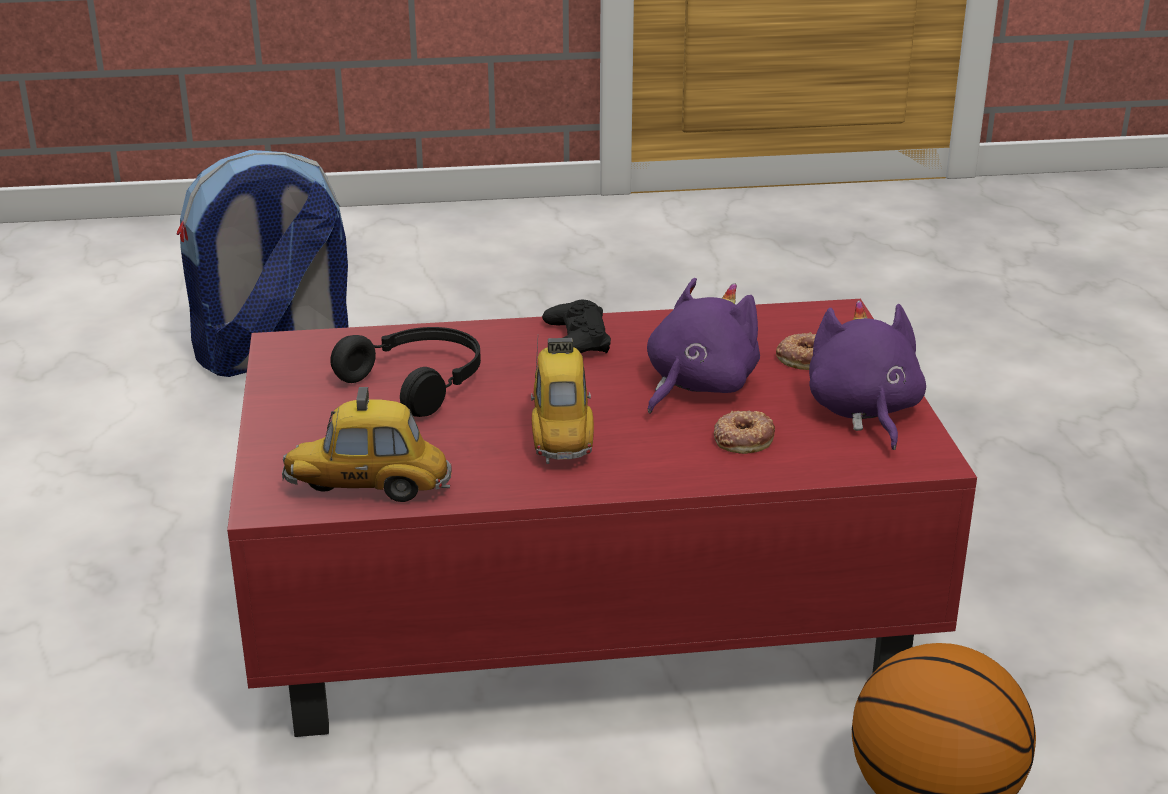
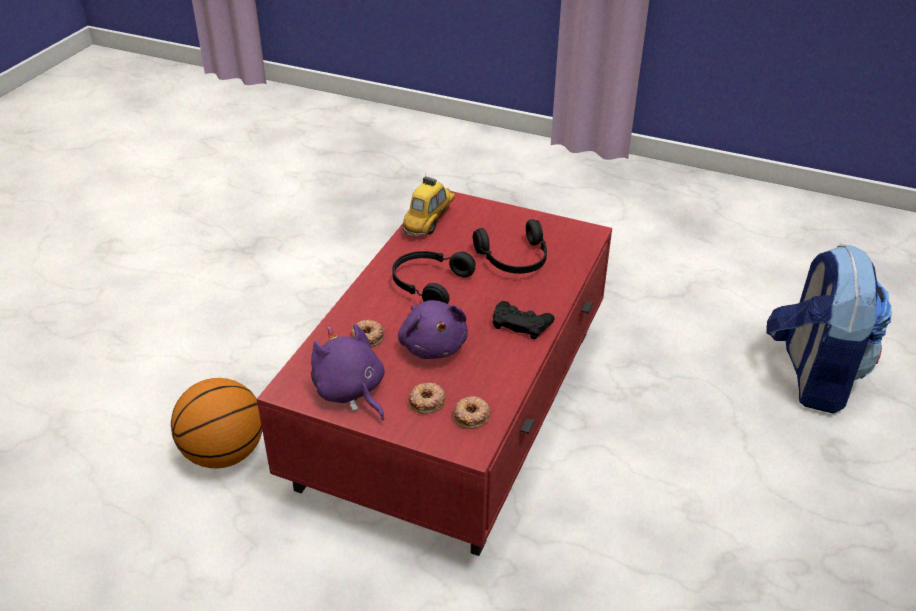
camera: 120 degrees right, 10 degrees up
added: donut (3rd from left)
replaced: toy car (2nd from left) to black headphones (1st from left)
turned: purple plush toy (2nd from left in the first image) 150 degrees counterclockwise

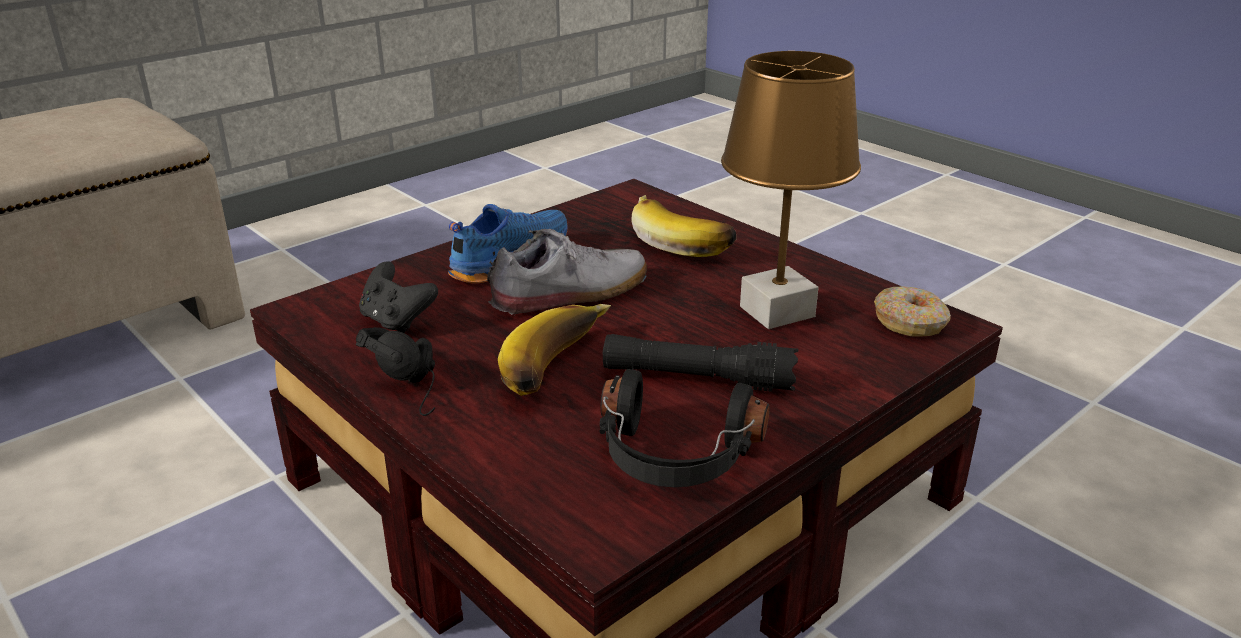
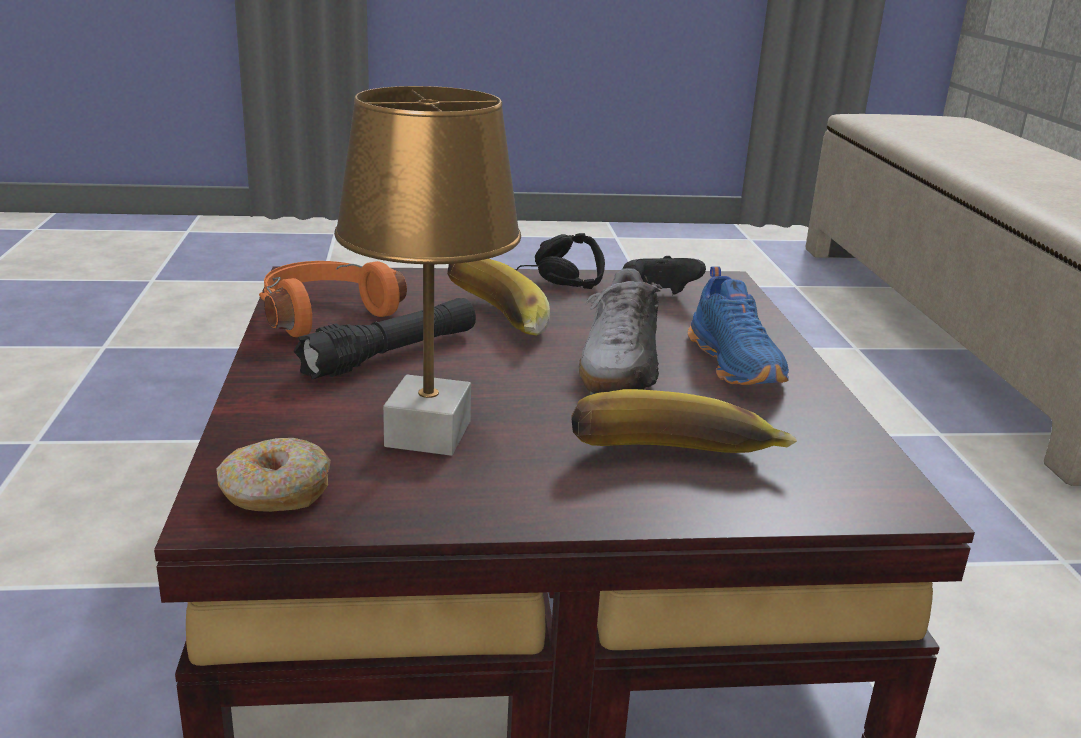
camera: 125 degrees right, 5 degrees down
recoloured: black headphones (2nd from left) to orange headphones

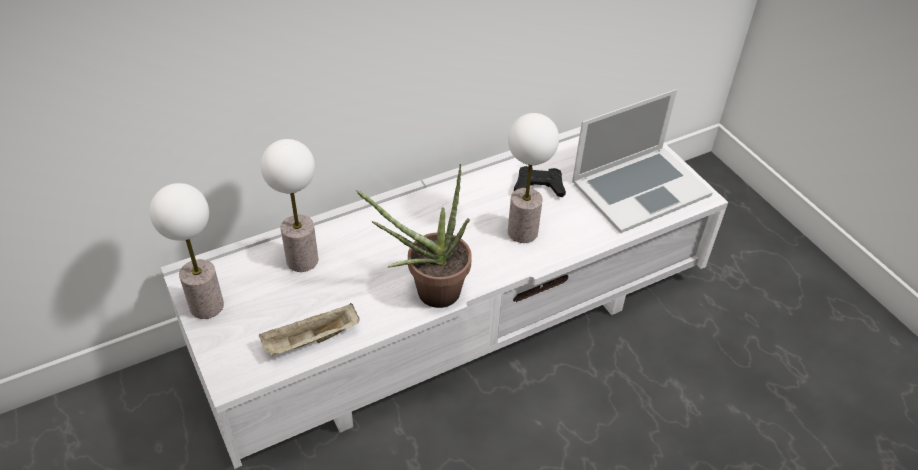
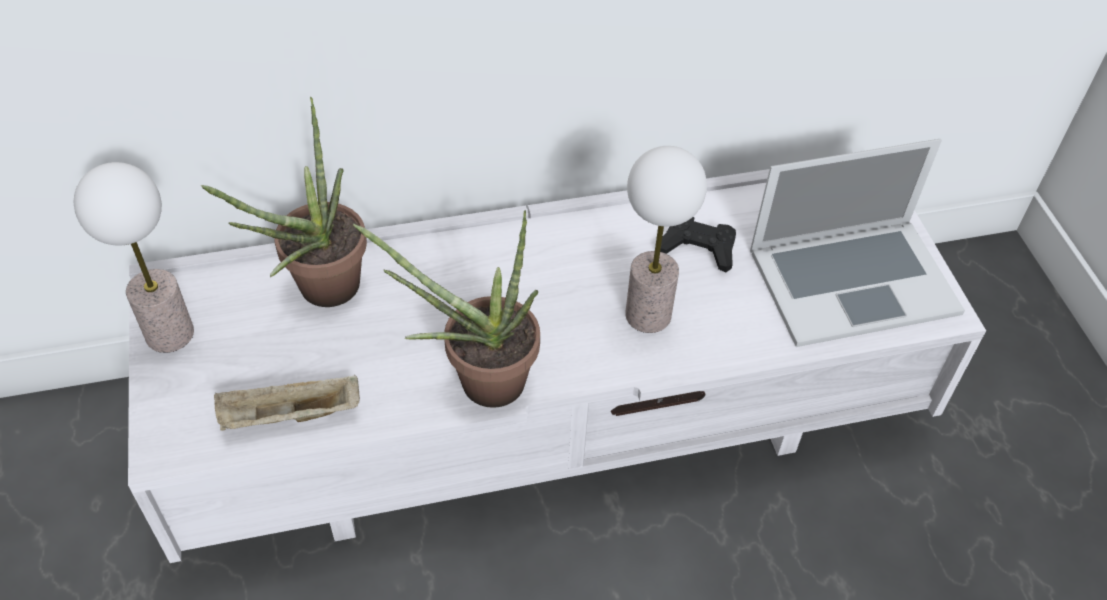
camera: 15 degrees right, 5 degrees up
replaced: table lamp (2nd from left) to potted plant (1st from left)

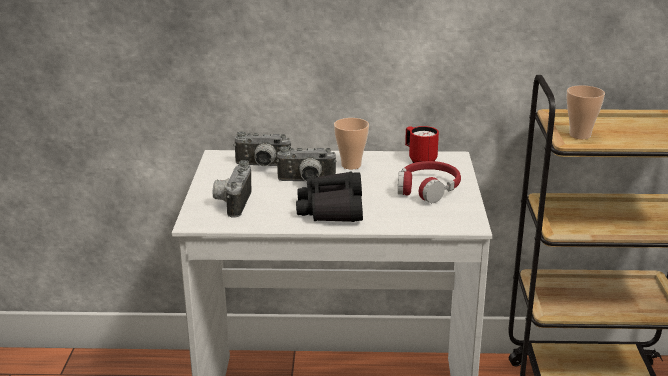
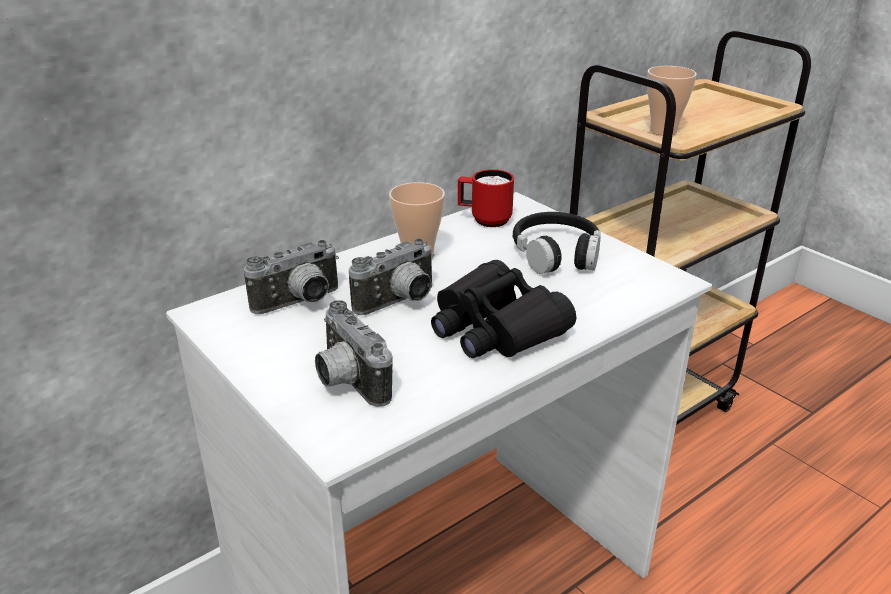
camera: 40 degrees left, 5 degrees up
recoloured: red headphones to black headphones

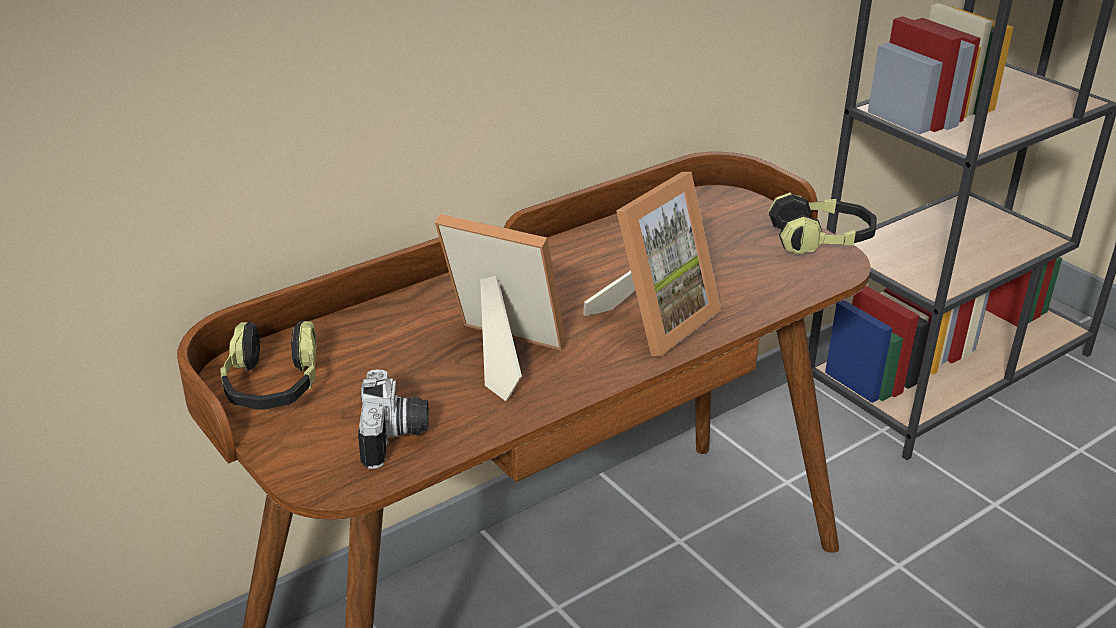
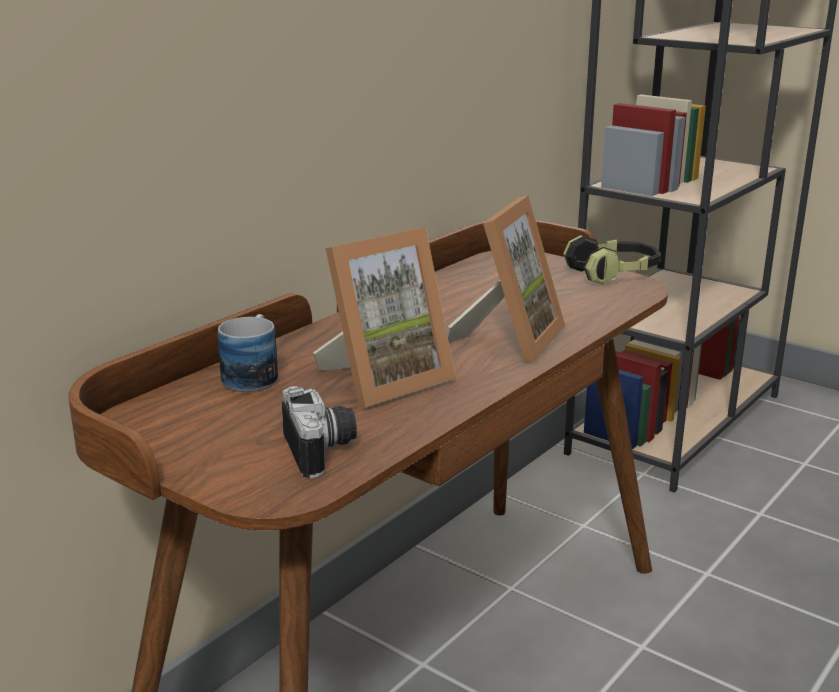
camera: 15 degrees left, 10 degrees down
removed: headphones (1st from left)
added: mug
turned: picture frame (1st from left) 135 degrees clockwise

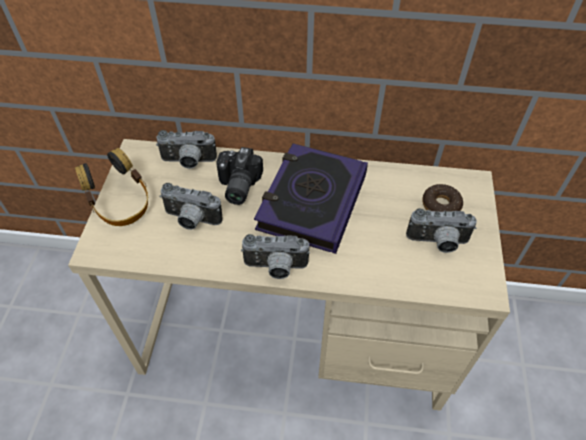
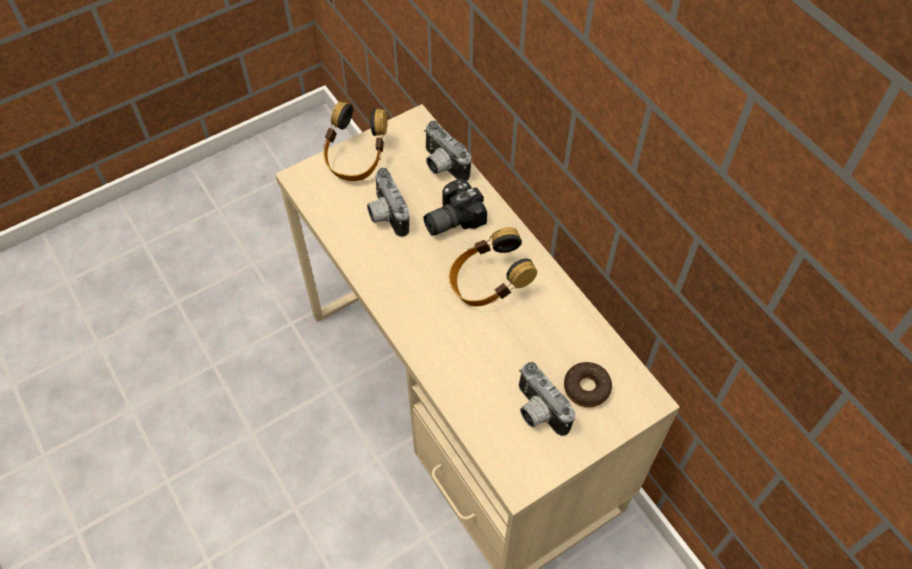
camera: 50 degrees right, 5 degrees up
removed: photo camera (4th from left)
replaced: book to headphones (2nd from left)

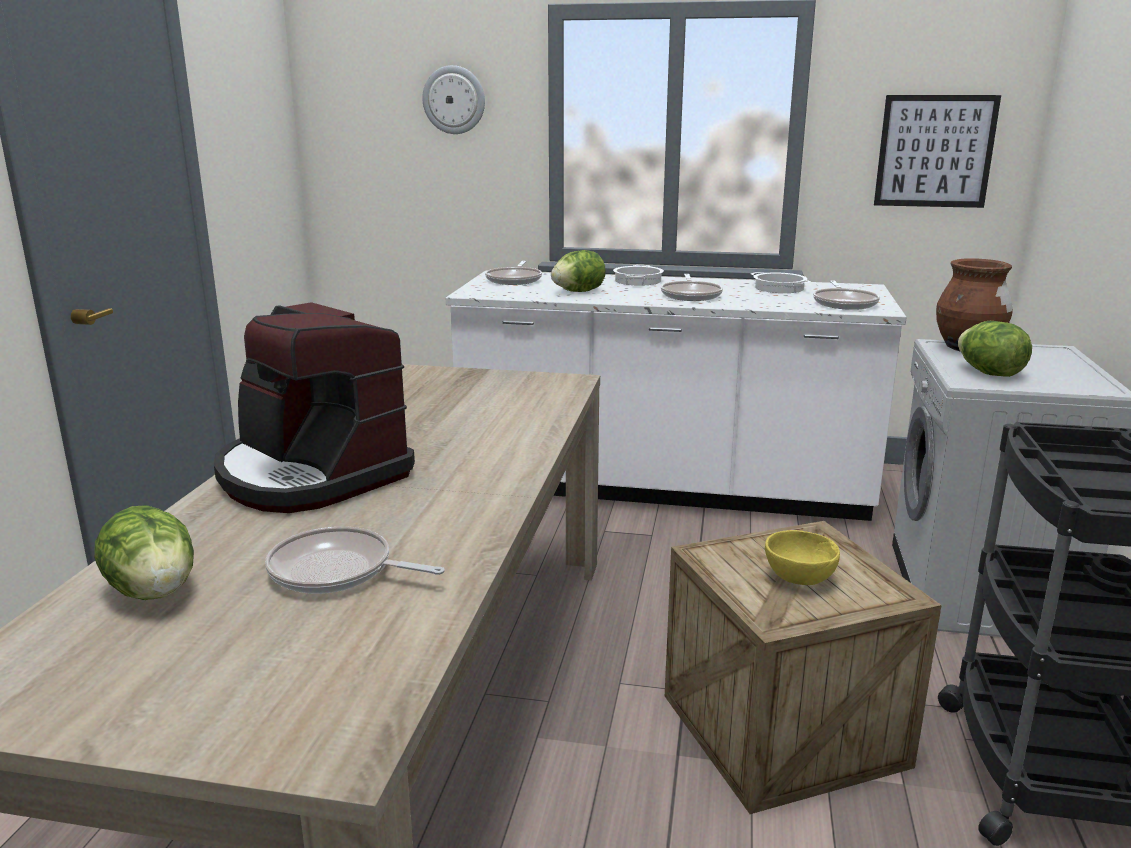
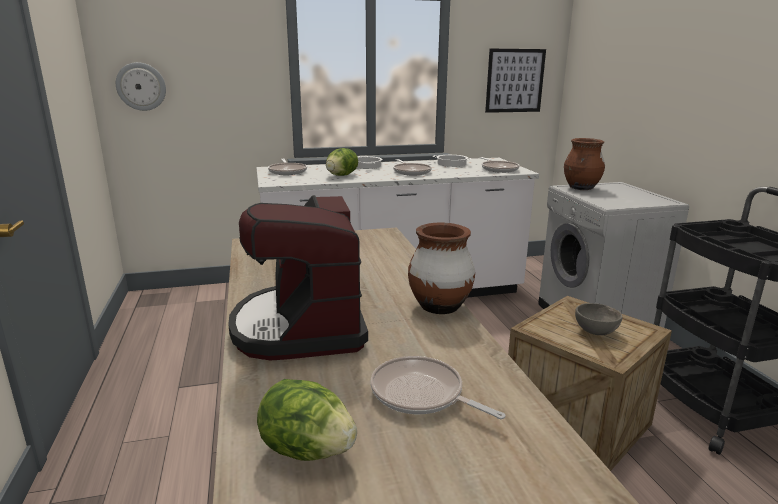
camera: 25 degrees left, 0 degrees up
removed: lettuce (3rd from left)
added: brown vase (1st from left)
moved: wall clock
recoloured: yellow bowl to grey bowl
turned: coffee machine 60 degrees clockwise; frying pan (1st from left in the first image) 45 degrees clockwise

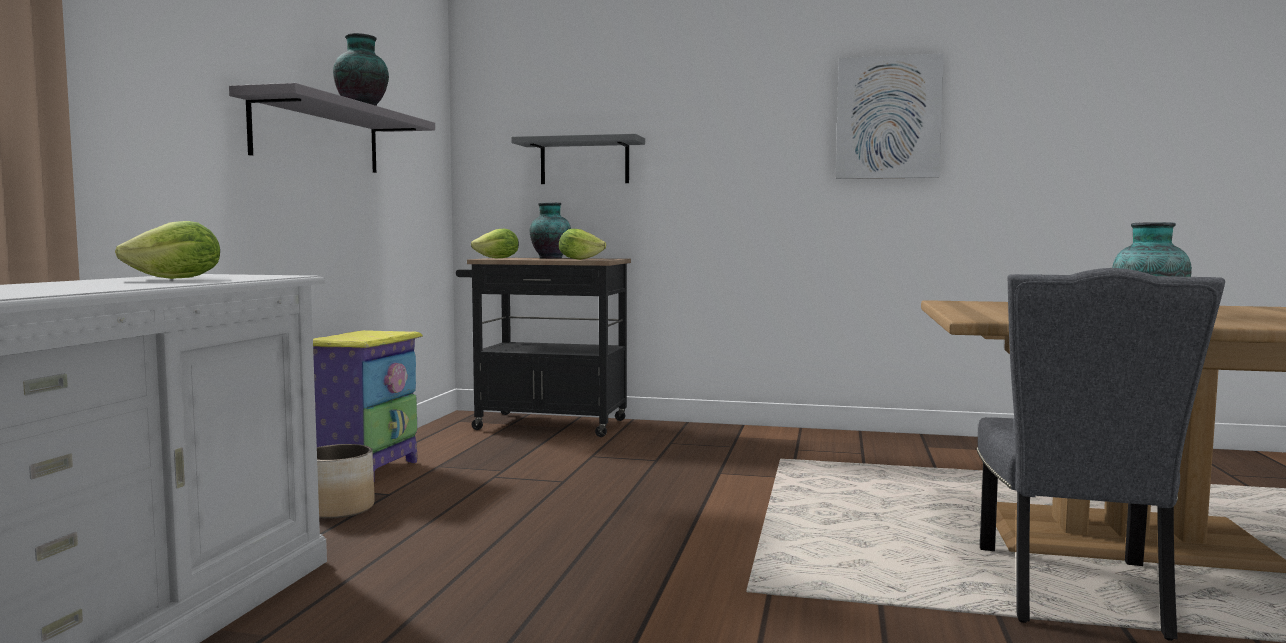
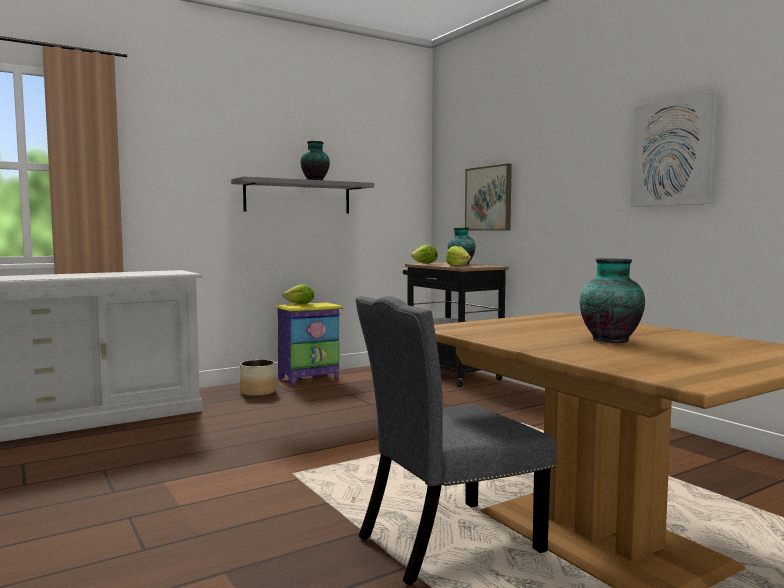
camera: 45 degrees right, 0 degrees up
moved: lettuce (1st from left)
replaced: grey shelf (2nd from left) to picture (1st from left)

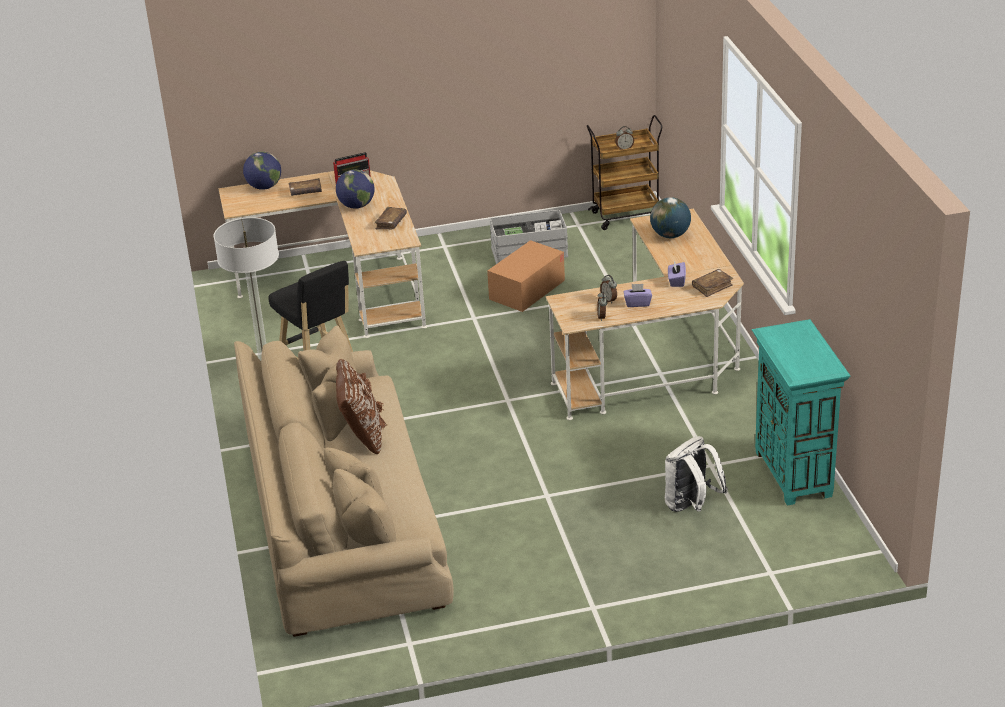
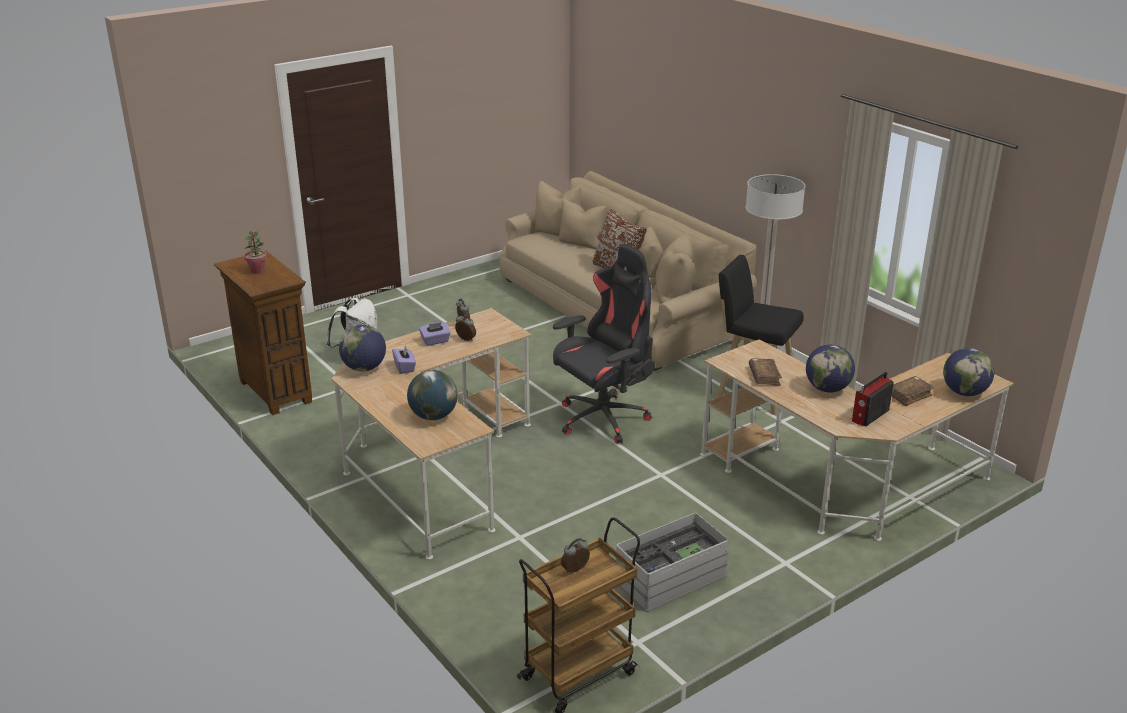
camera: 155 degrees right, 5 degrees down
removed: cardboard box
added: potted plant; black office chair
replaced: brown book (3rd from left) to globe (1st from left)
recoloured: turquoise cabinet to brown cabinet

